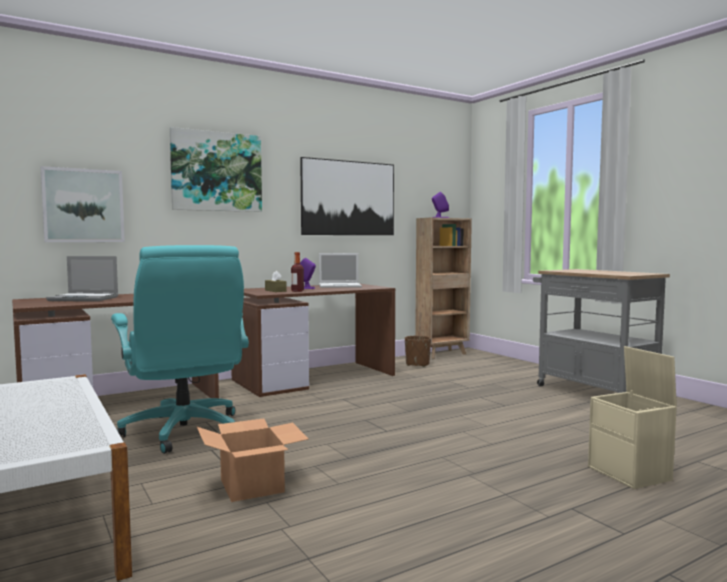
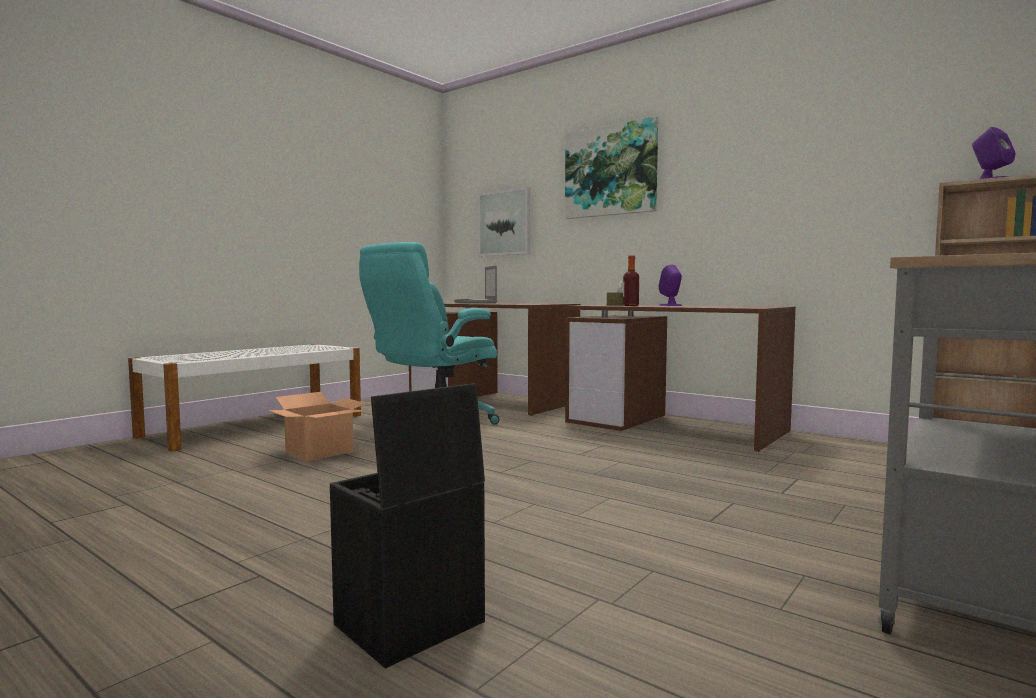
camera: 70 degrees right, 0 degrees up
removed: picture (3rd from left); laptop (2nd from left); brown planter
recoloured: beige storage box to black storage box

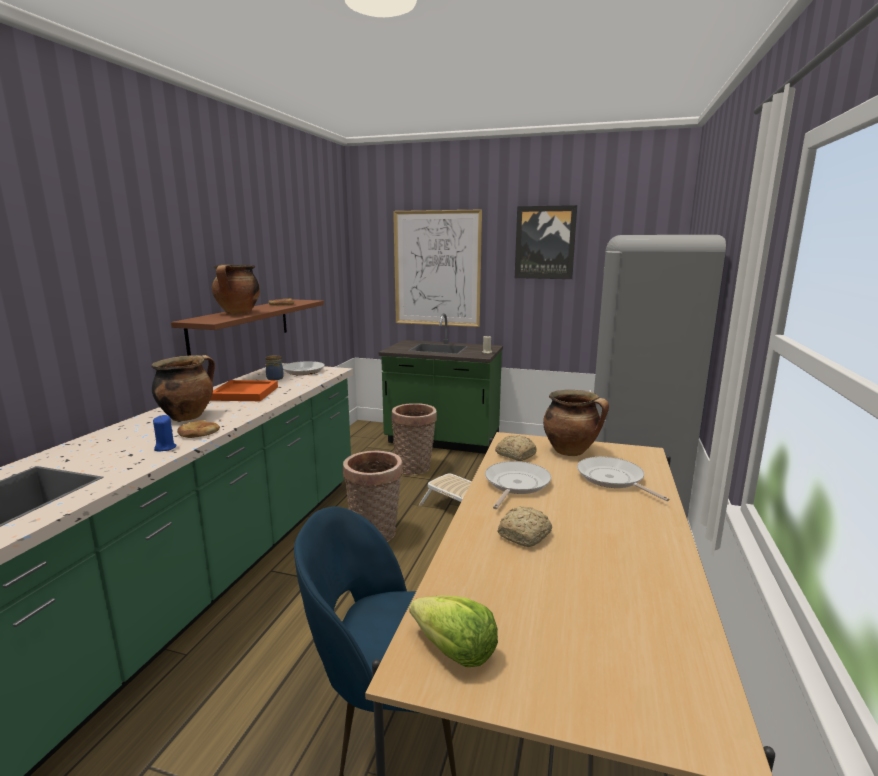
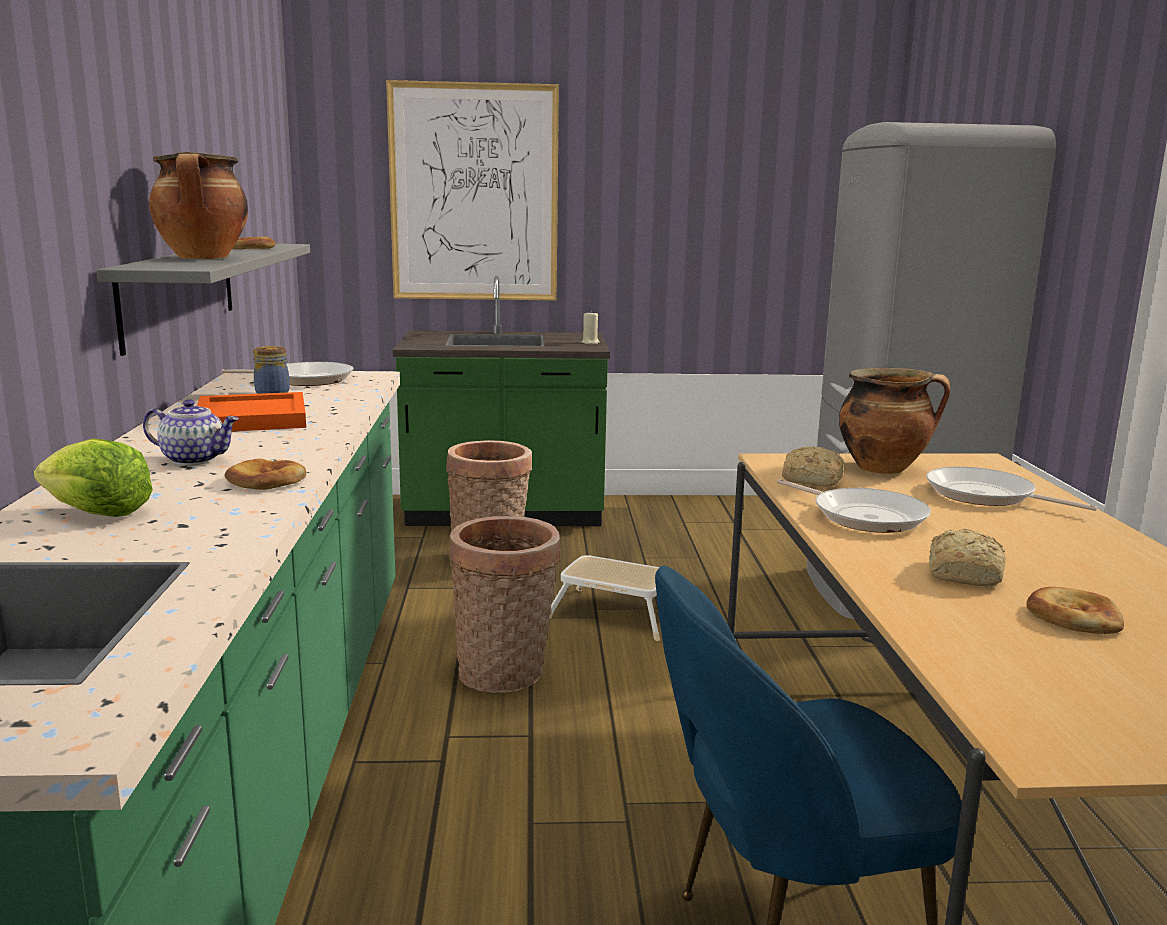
camera: 20 degrees left, 0 degrees up
removed: blue candle; picture (2nd from left)
added: bread (5th from left)
moved: lettuce
replaced: cooking pot (1st from left) to teapot
recoloured: brown shelf to grey shelf
turned: frying pan (2nd from left) 135 degrees clockwise

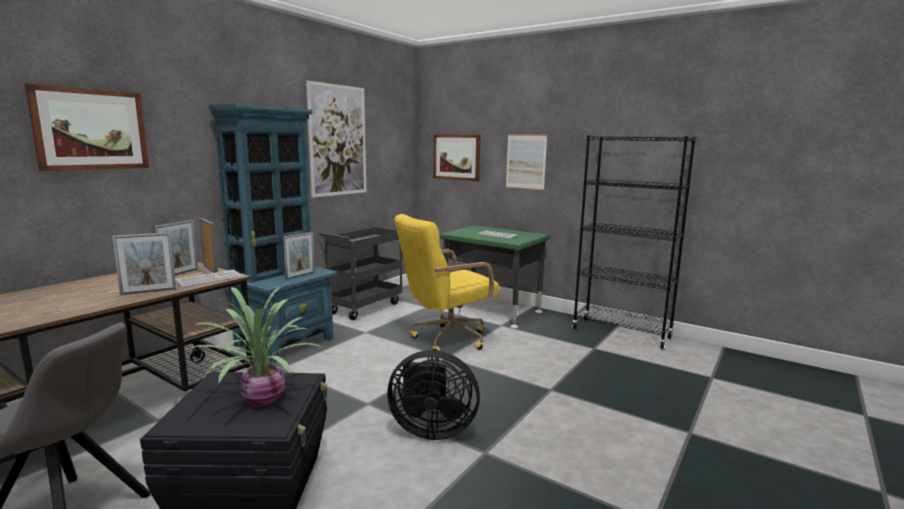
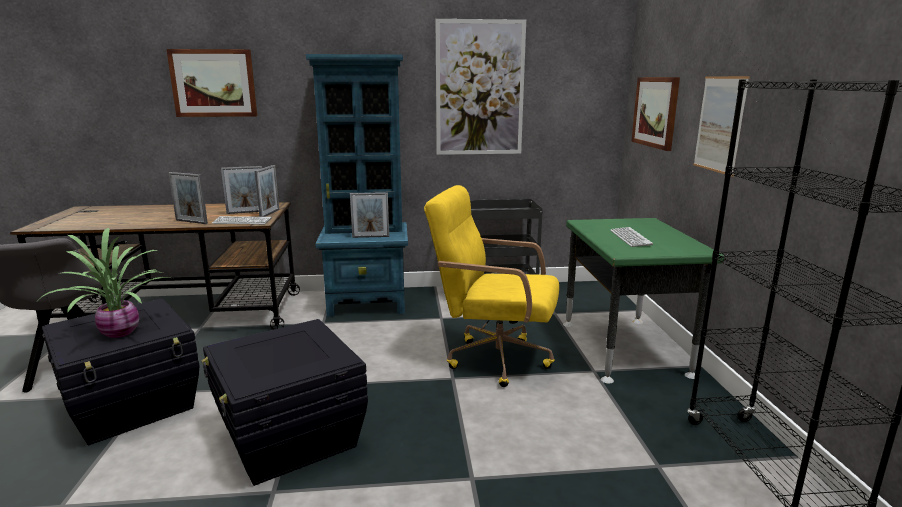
camera: 50 degrees right, 5 degrees up
replaced: black fan to black storage box (2nd from left)

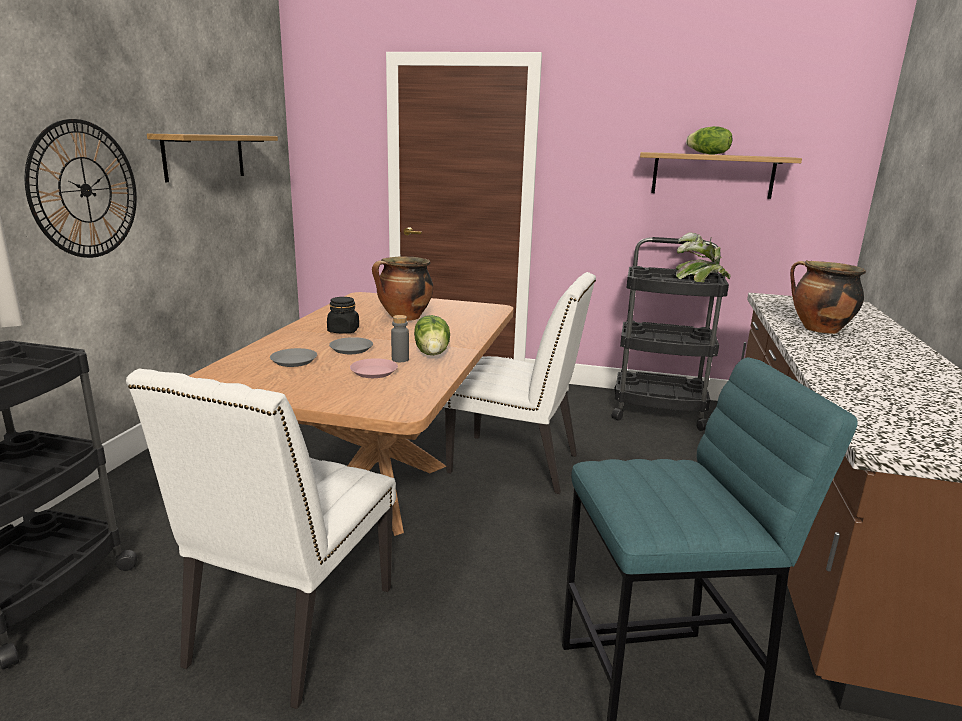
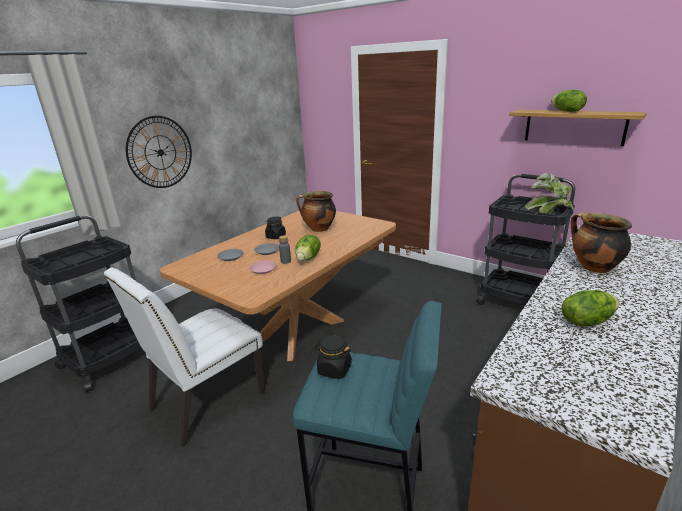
camera: 25 degrees right, 5 degrees up
removed: shelf (1st from left); white chair (2nd from left)
added: black jar (2nd from left); lettuce (3rd from left)

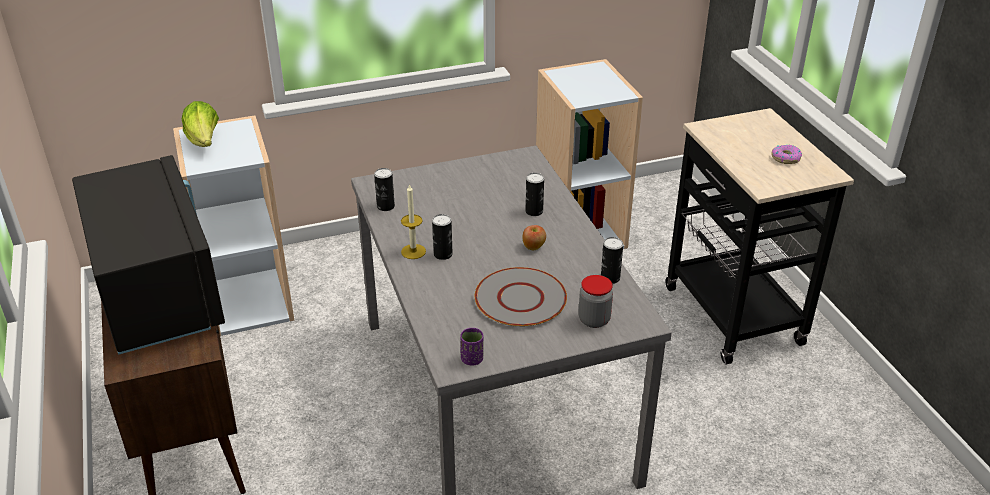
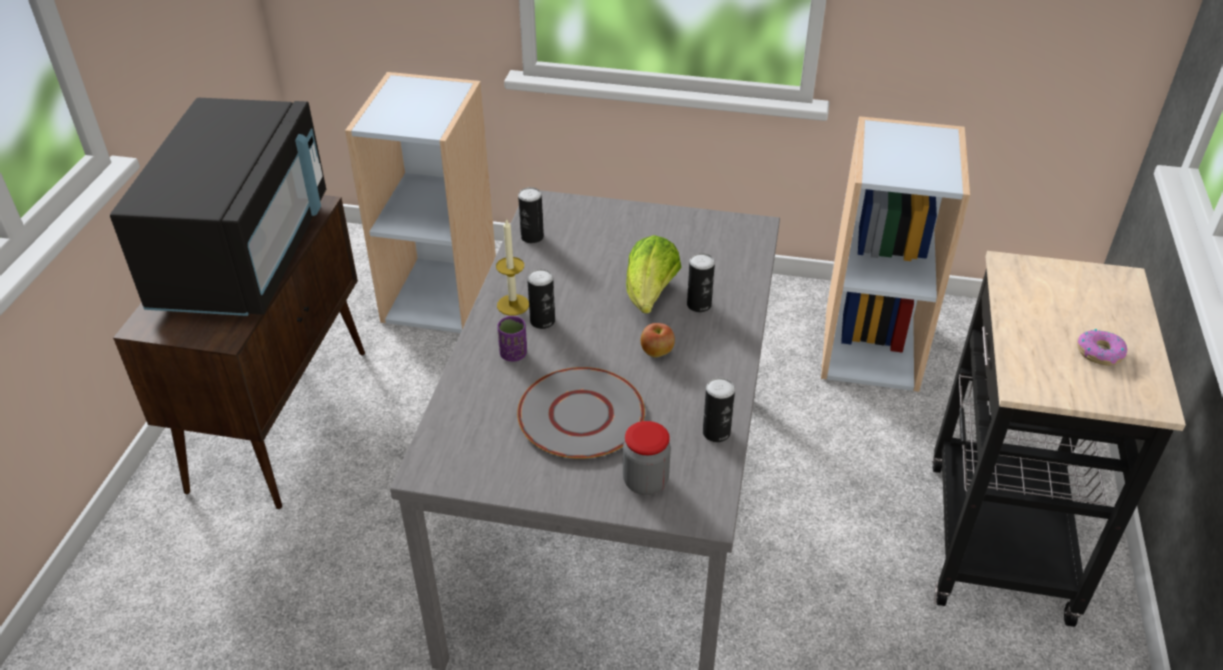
camera: 30 degrees right, 5 degrees up
moved: lettuce; purple cup

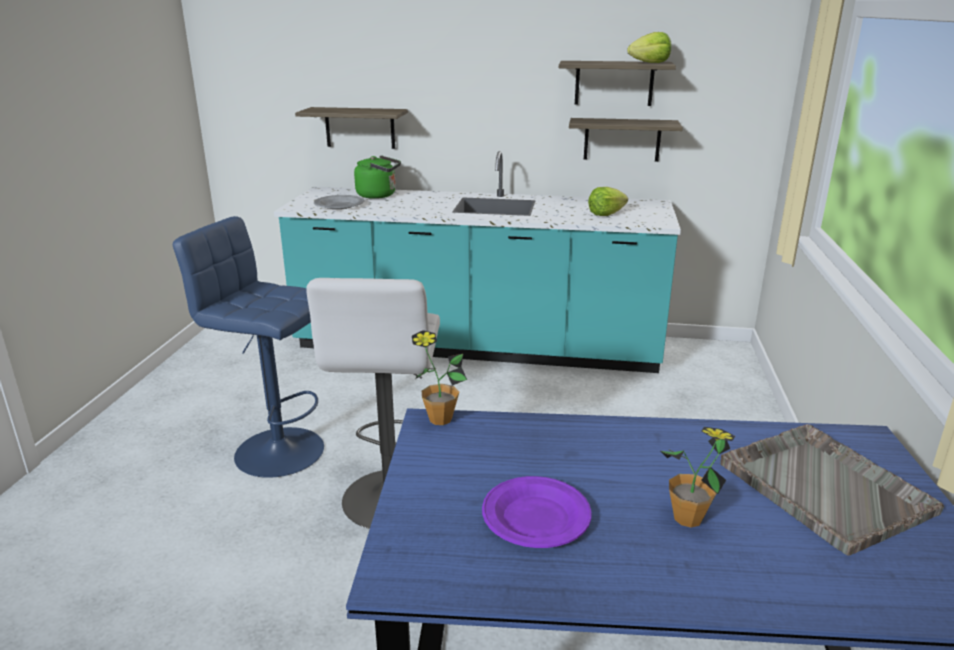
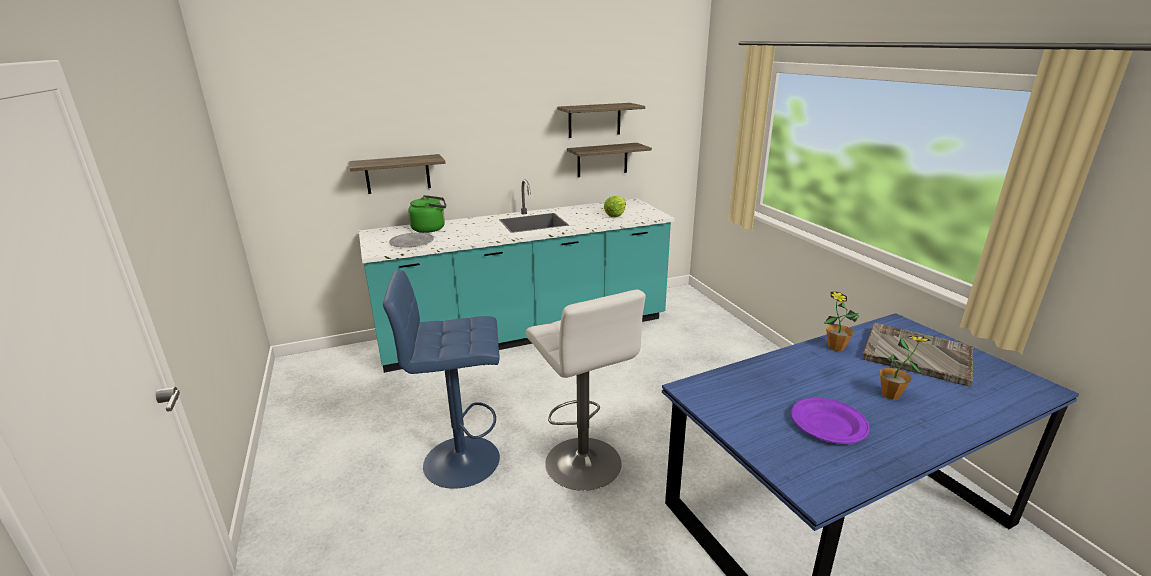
camera: 30 degrees left, 0 degrees up
removed: lettuce (2nd from left)
moved: potted plant (1st from left)

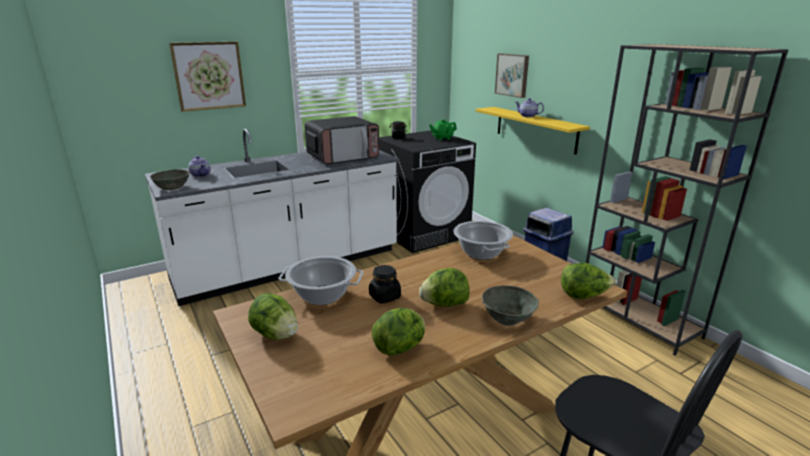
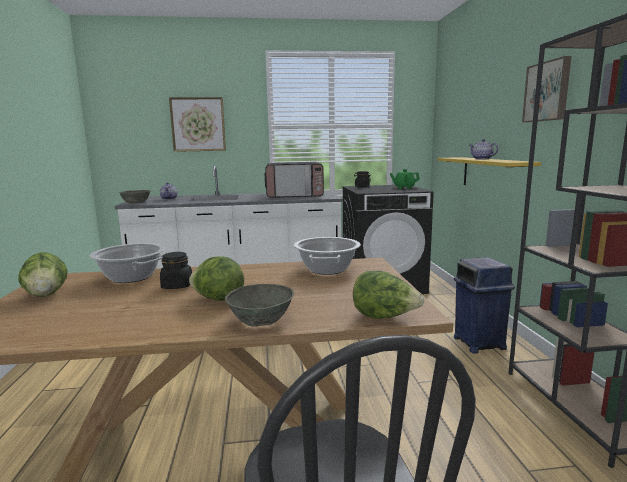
camera: 25 degrees right, 10 degrees down
removed: lettuce (2nd from left)
moved: picture (2nd from left)

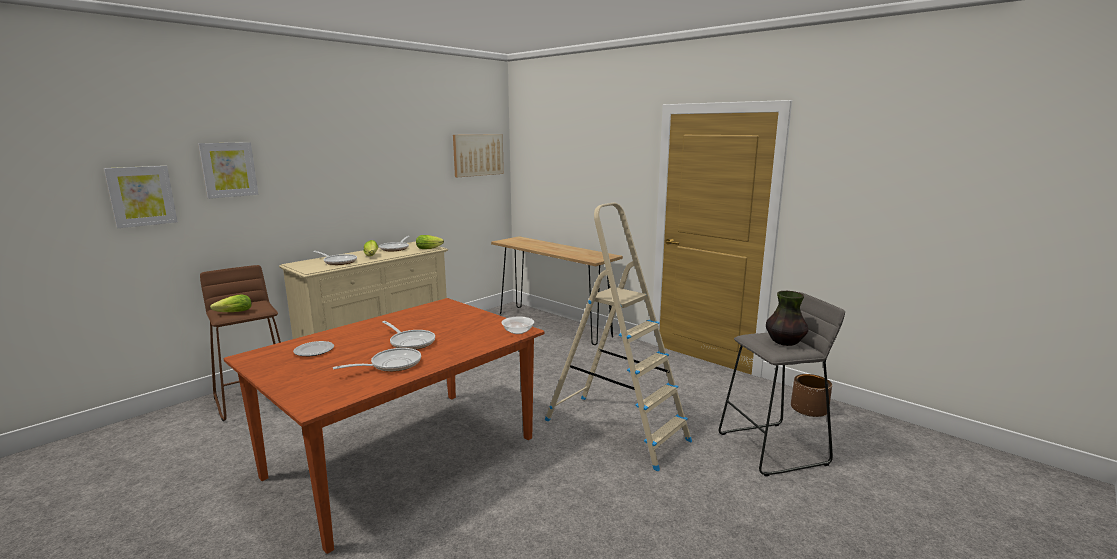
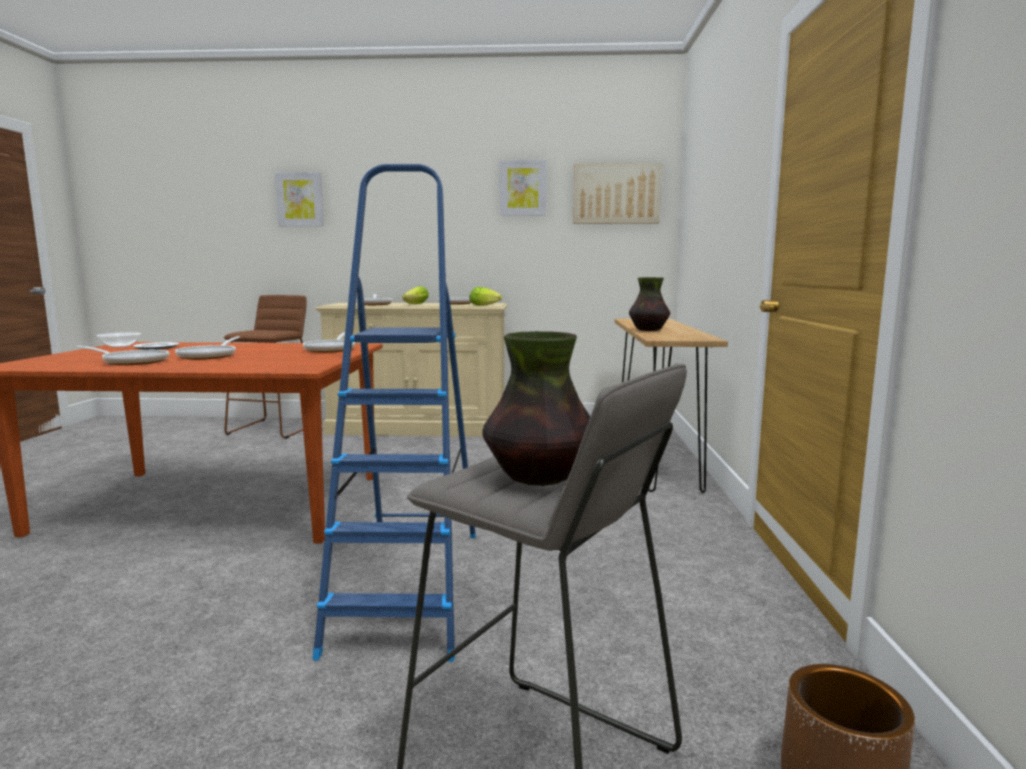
camera: 50 degrees right, 5 degrees down
removed: lettuce (1st from left)
added: frying pan (3rd from left); vase (2nd from left)
moved: picture (1st from left in the first image) to picture (2nd from left); bowl
recoloured: beige step ladder to blue step ladder

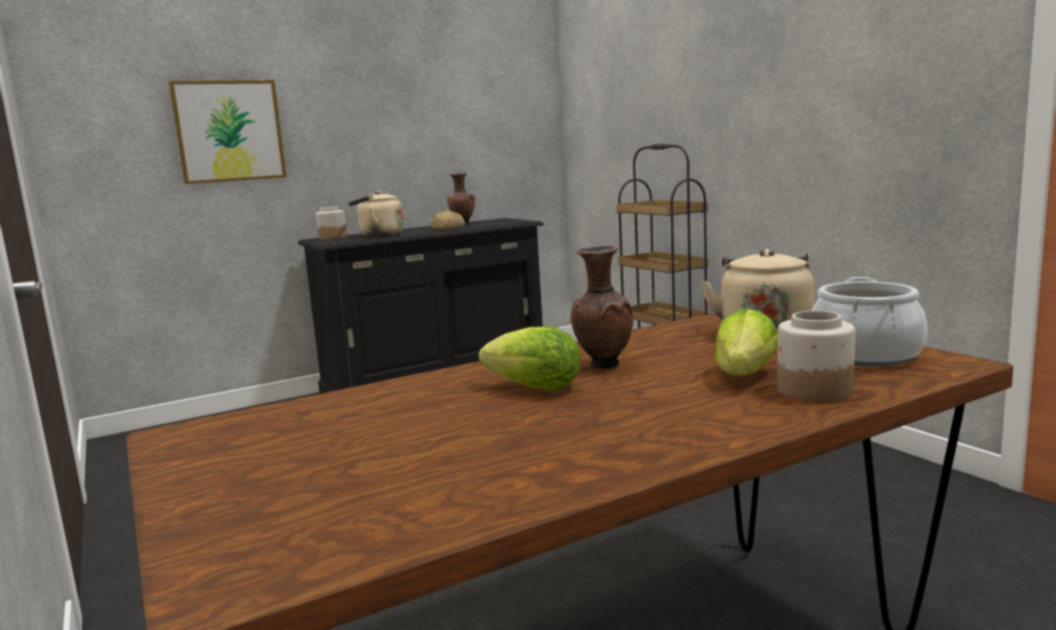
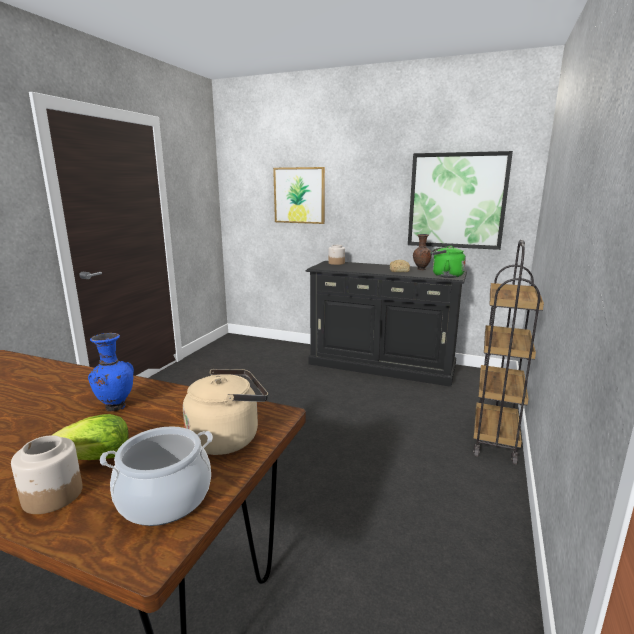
camera: 50 degrees right, 5 degrees up
removed: beige kettle (1st from left); lettuce (1st from left)
added: picture (2nd from left); green kettle
recoloured: brown vase (2nd from left) to blue vase

